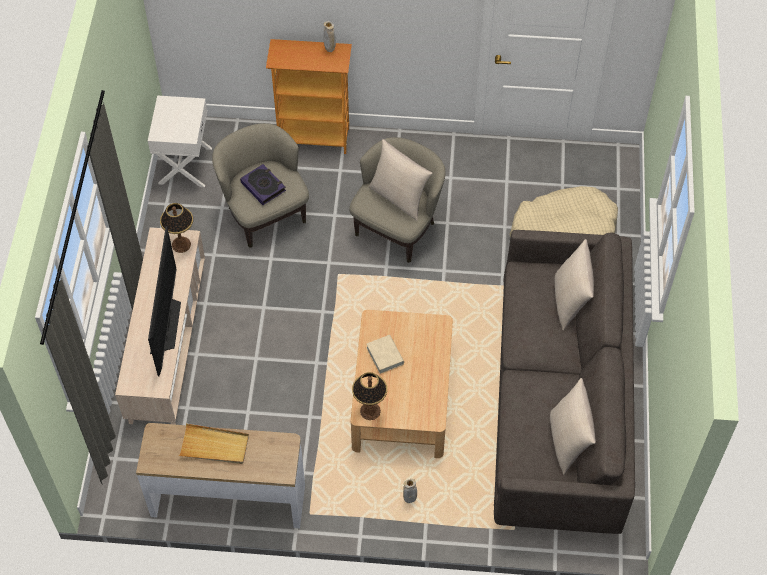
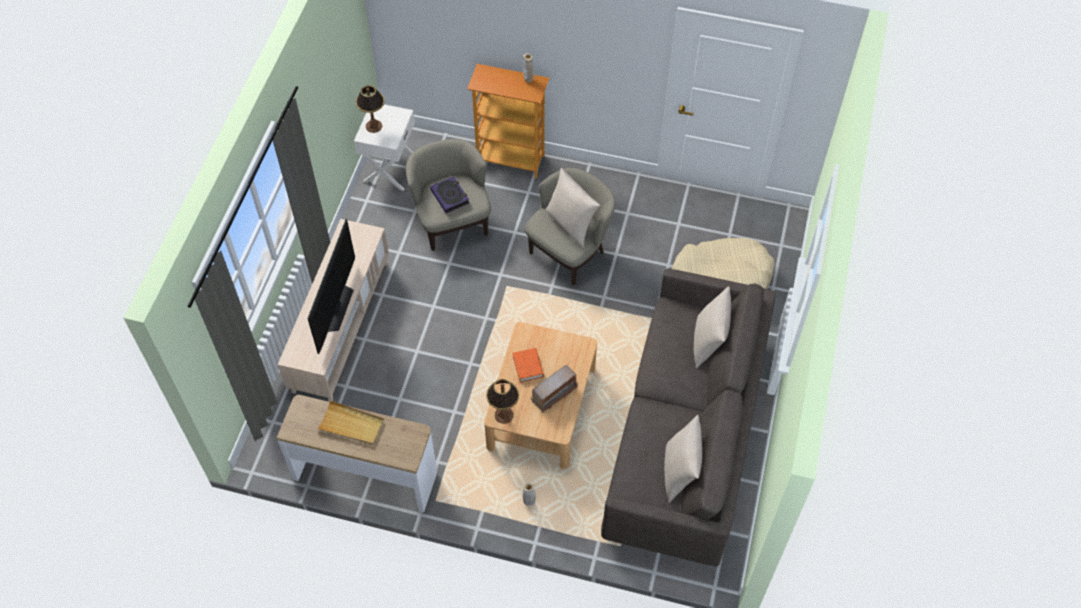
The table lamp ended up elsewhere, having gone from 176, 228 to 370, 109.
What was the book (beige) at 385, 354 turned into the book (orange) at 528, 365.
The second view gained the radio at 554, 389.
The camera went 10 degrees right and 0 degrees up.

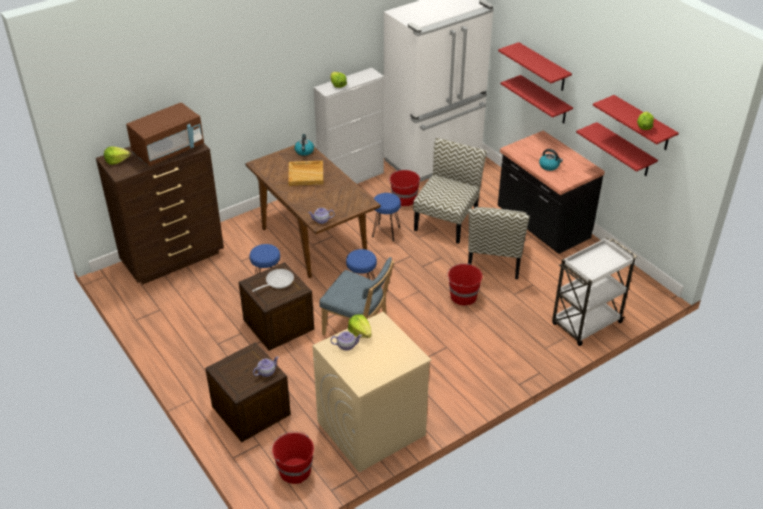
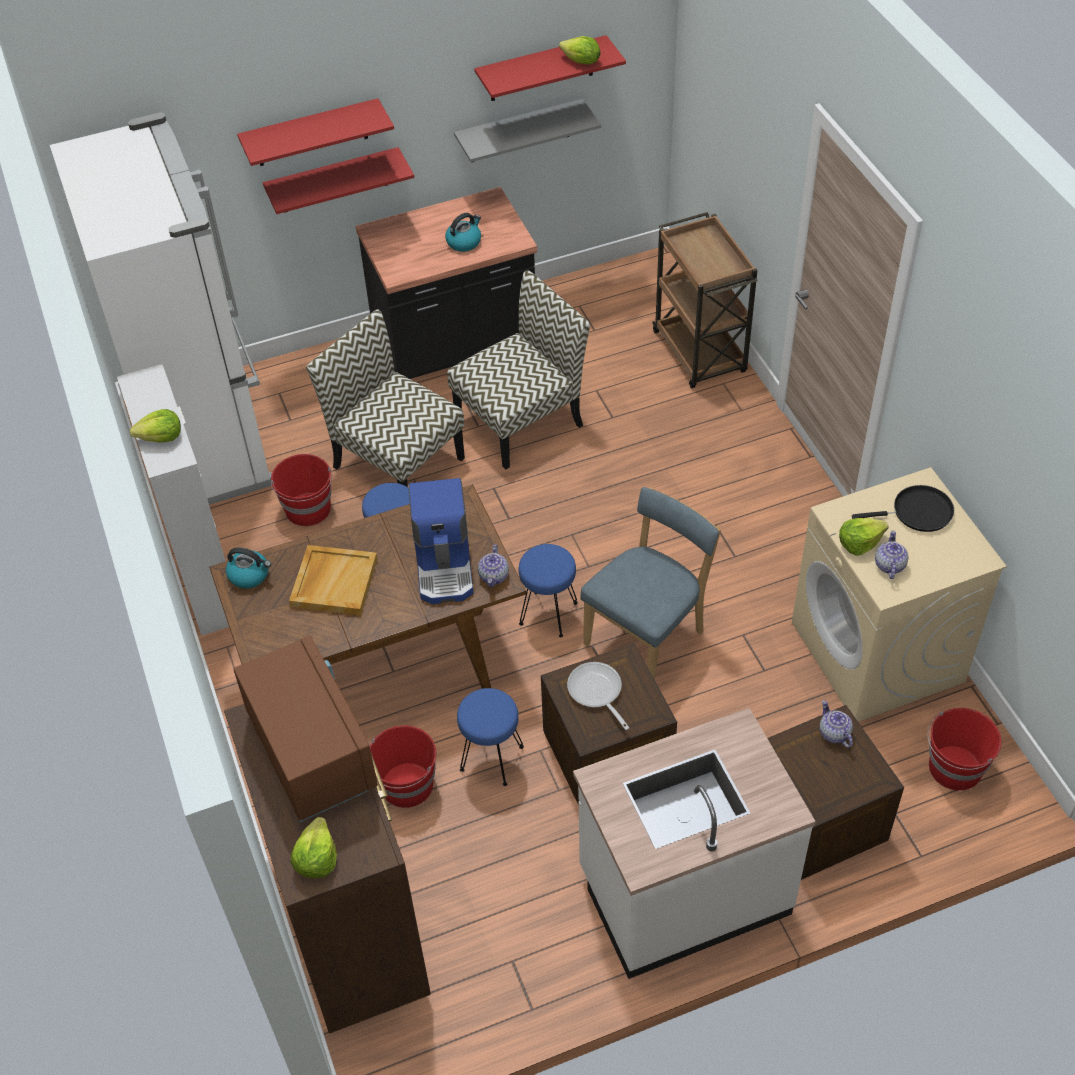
The bucket (red) ended up elsewhere, having gone from 464, 284 to 402, 766.
The chair at 498, 243 ended up facing another way, 60 degrees counterclockwise from before.
What was the cart (white) at 594, 291 turned into the cart (brown) at 704, 300.
What was the shelf (red) at 617, 149 turned into the shelf (grey) at 527, 131.
The second view gained the coffee machine at 441, 541.
The second view gained the counter (white) at 694, 843.
The second view gained the frying pan (black) at 903, 508.
The camera went 75 degrees left and 10 degrees up.

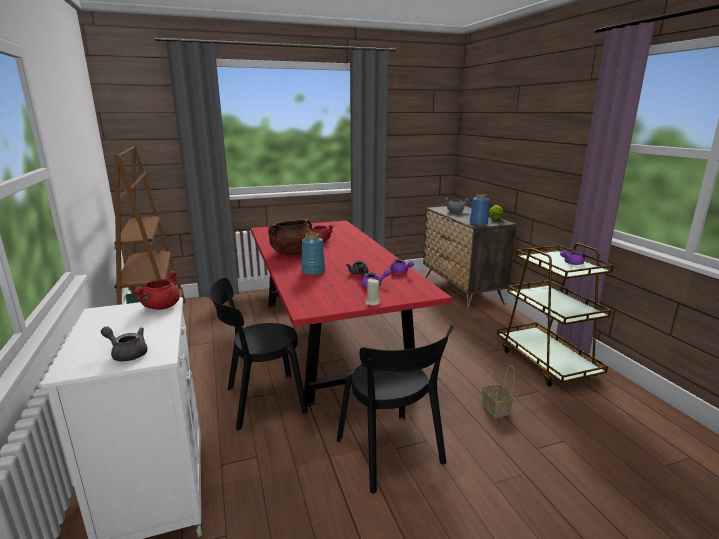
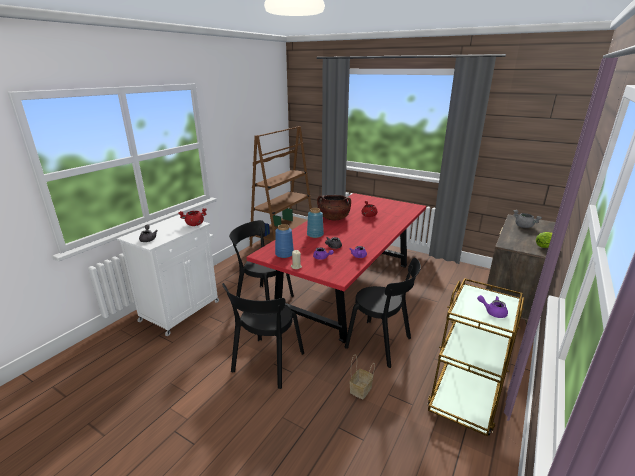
The vase (blue) ended up elsewhere, having gone from 479, 210 to 284, 241.
The second view gained the chair (black) at 383, 313.
The camera went 50 degrees right and 5 degrees up.

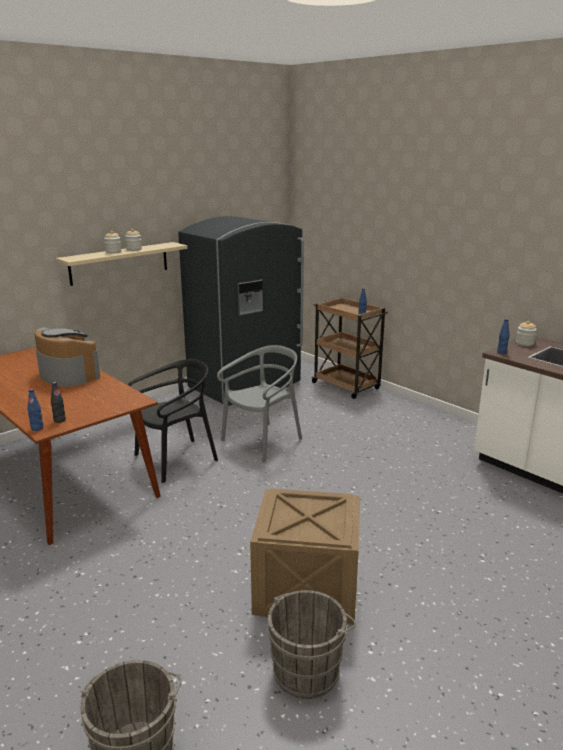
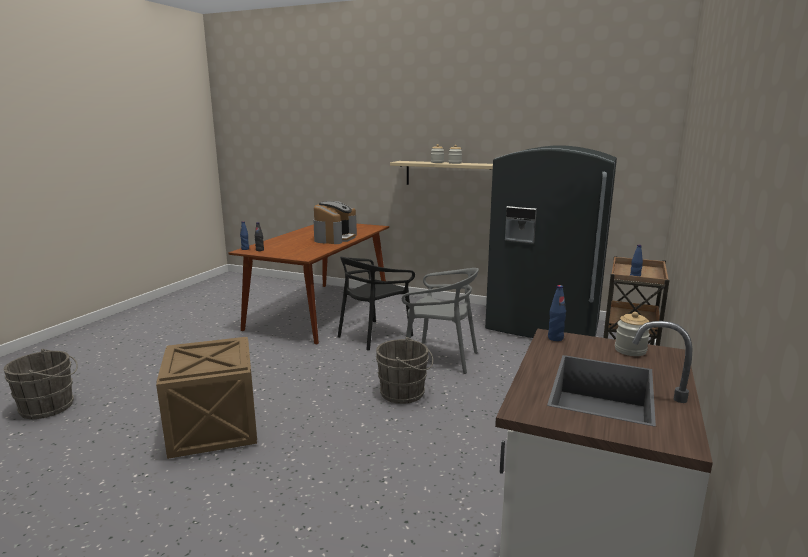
The chair (black) at 173, 421 ended up facing another way, 105 degrees clockwise from before.
The bucket (grey) ended up elsewhere, having gone from 311, 644 to 404, 370.
The camera went 65 degrees right and 5 degrees down.

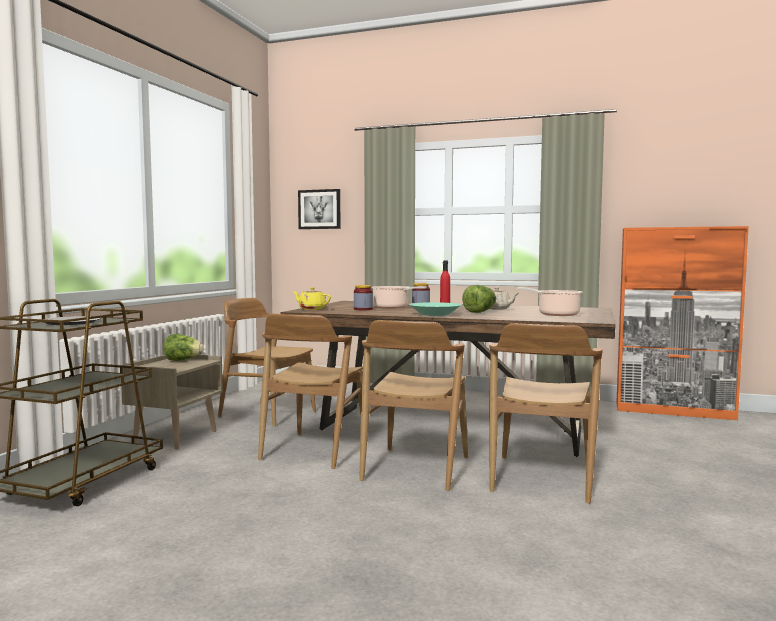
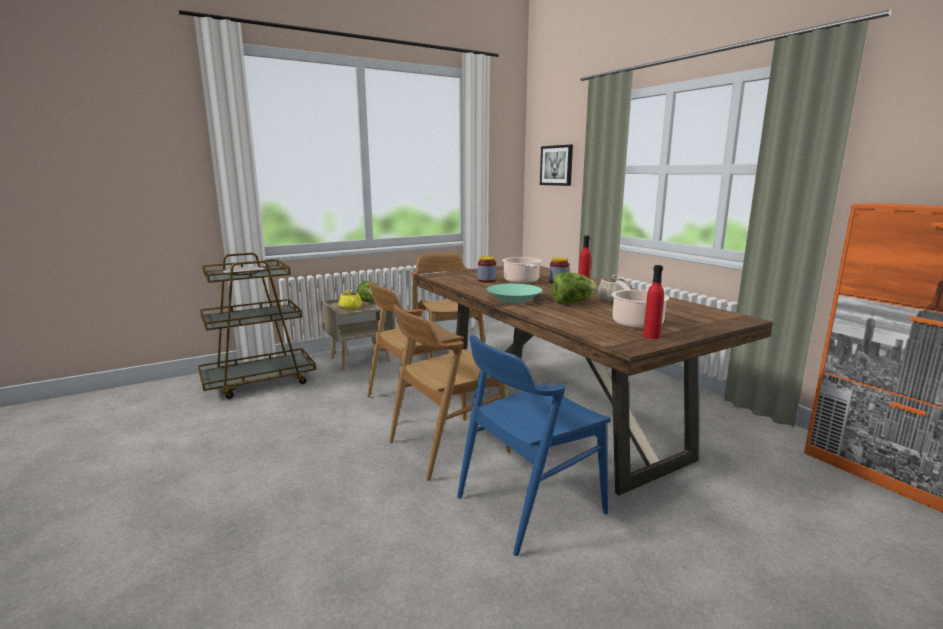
The teapot (yellow) ended up elsewhere, having gone from 311, 298 to 350, 300.
What was the chair (brown) at 546, 413 turned into the chair (blue) at 534, 445.
The second view gained the bottle (red) at 653, 302.
The camera went 40 degrees right and 10 degrees up.

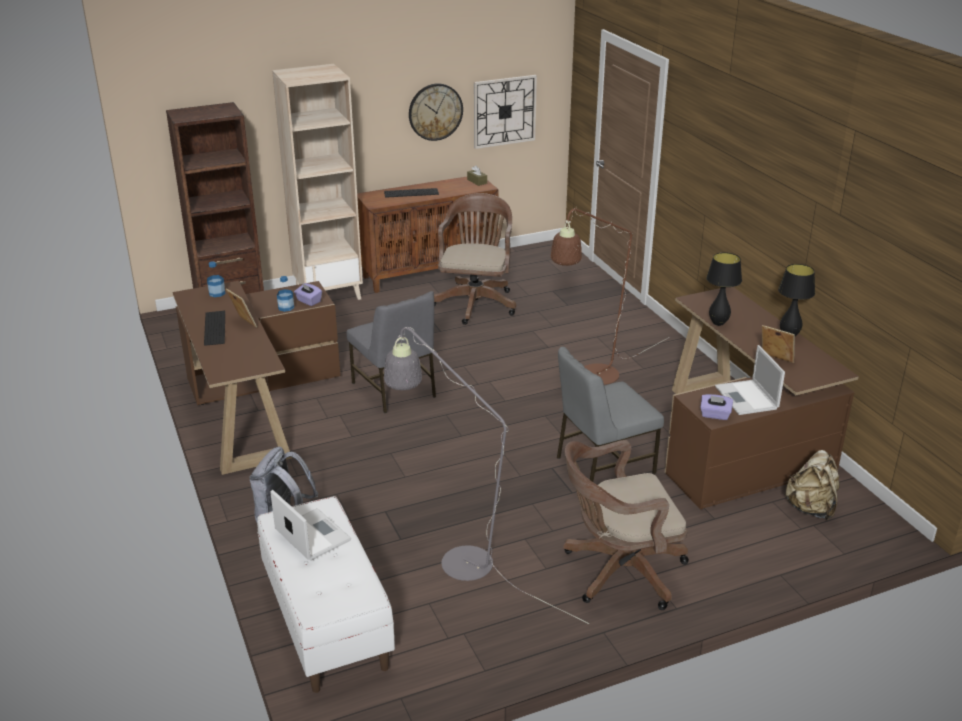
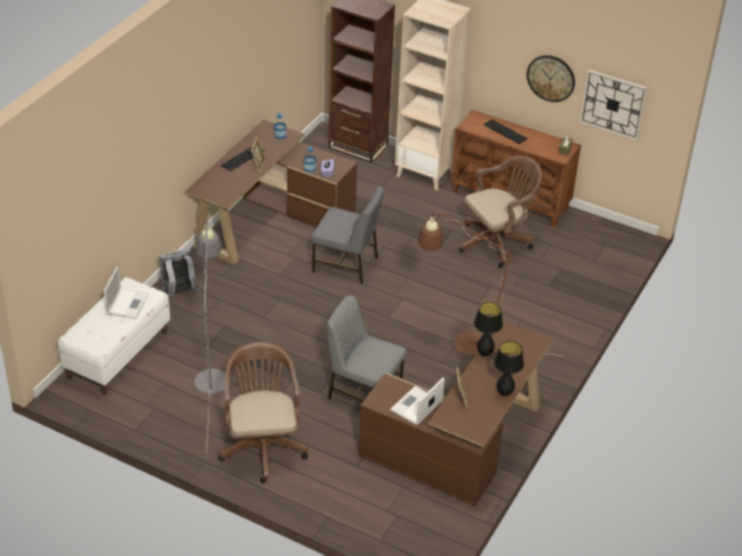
The chair (grey) at 391, 352 ended up facing another way, 90 degrees counterclockwise from before.
The office chair (brown) at 626, 525 ended up facing another way, 45 degrees clockwise from before.
The second view lost the tissue box (purple) at 716, 407.
The second view lost the backpack (beige) at 812, 485.
The camera went 50 degrees right and 10 degrees up.

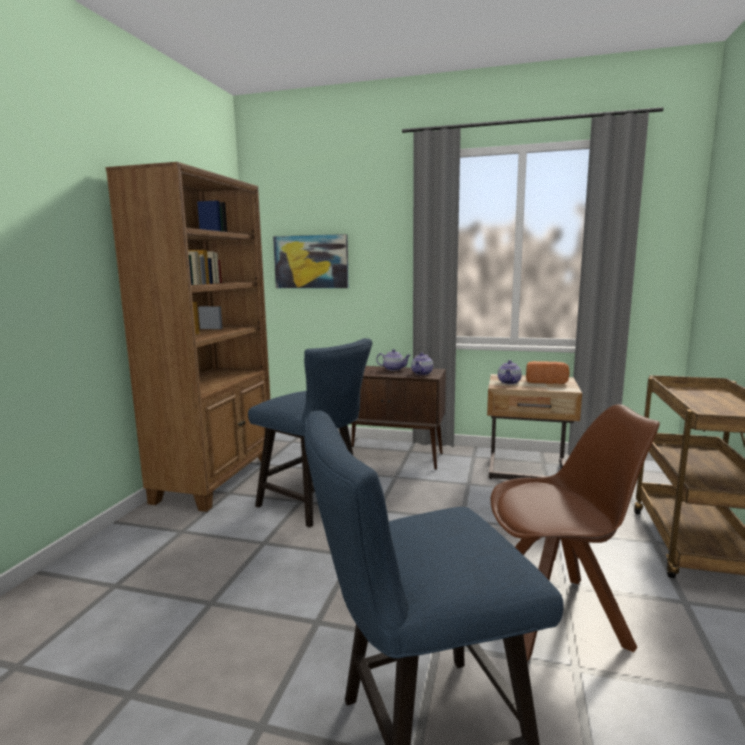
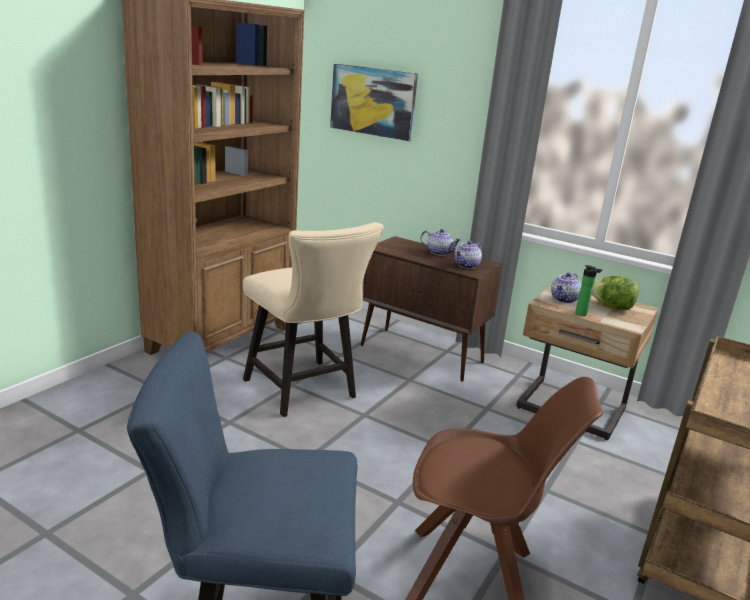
What was the chair (blue) at 310, 432 turned into the chair (beige) at 313, 319.
Where the bread stood at 547, 372, the lettuce came to stand at 615, 292.
The second view gained the bottle at 589, 290.
The camera went 15 degrees right and 10 degrees up.

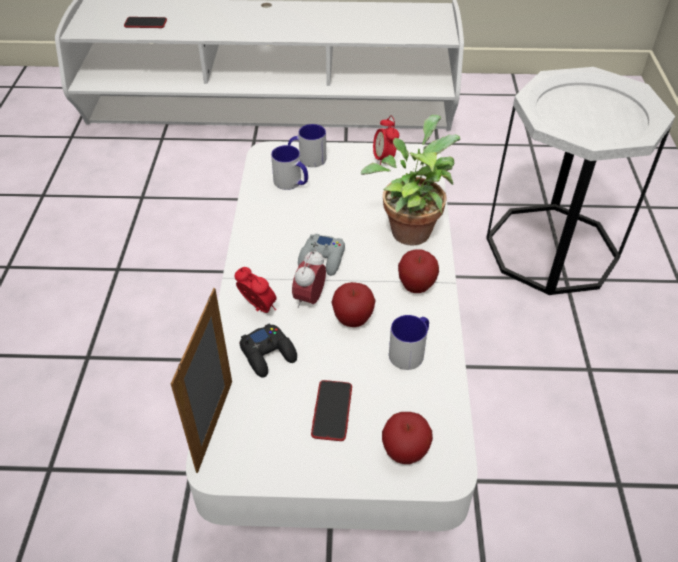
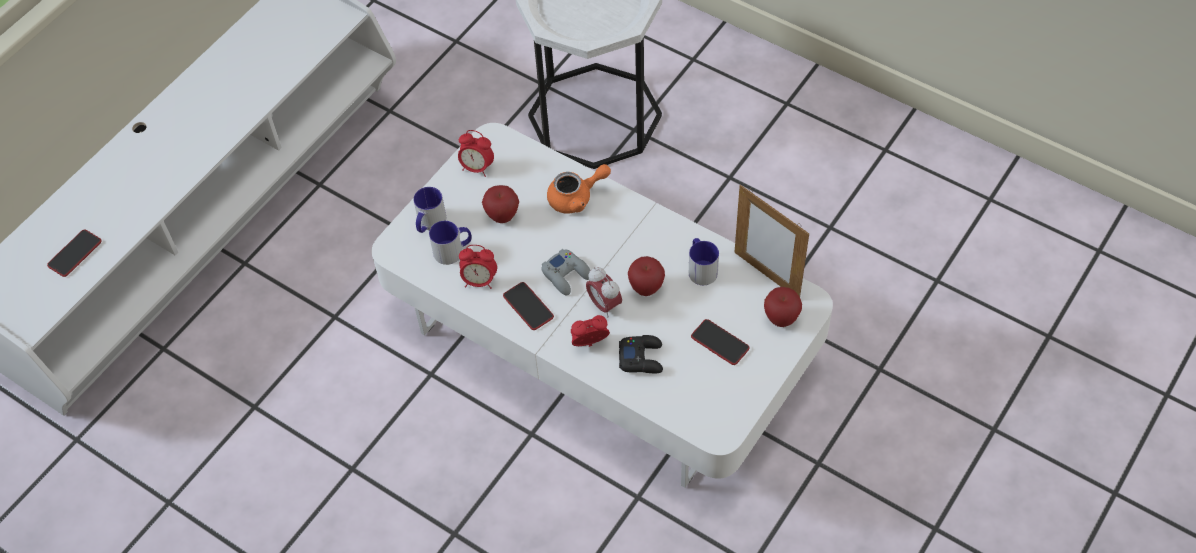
The picture frame ended up elsewhere, having gone from 201, 380 to 771, 241.
Where the potted plant stood at 410, 180, the teapot (orange) came to stand at 579, 189.
The apple ended up elsewhere, having gone from 418, 271 to 500, 204.
The second view gained the alarm clock at 478, 267.
The second view gained the phone at 528, 306.
The camera went 55 degrees left and 10 degrees up.

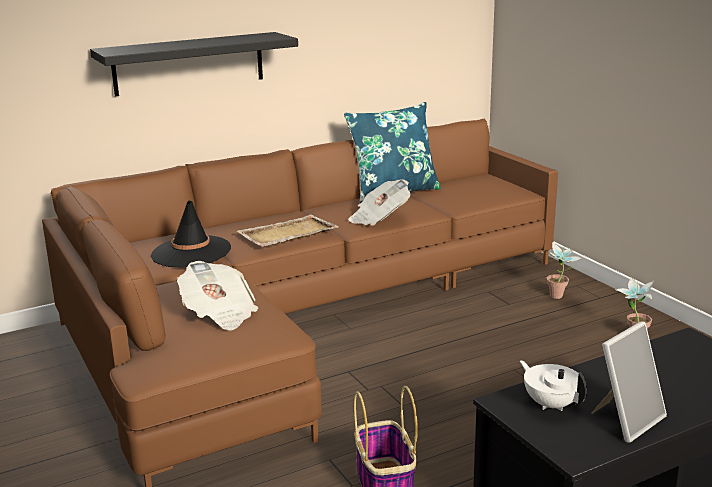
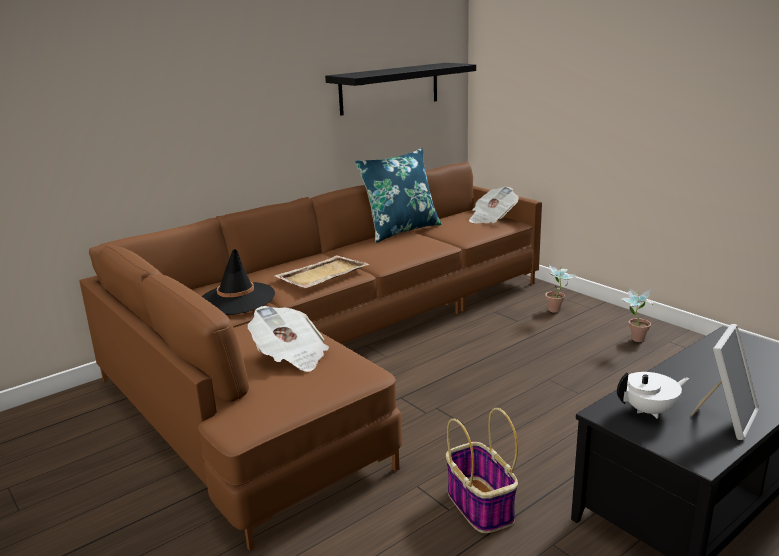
The shelf (black) ended up elsewhere, having gone from 194, 64 to 400, 89.
The newspaper ended up elsewhere, having gone from 379, 202 to 494, 205.
The teapot (white) at 553, 385 ended up facing another way, 120 degrees clockwise from before.
The camera went 10 degrees left and 0 degrees up.

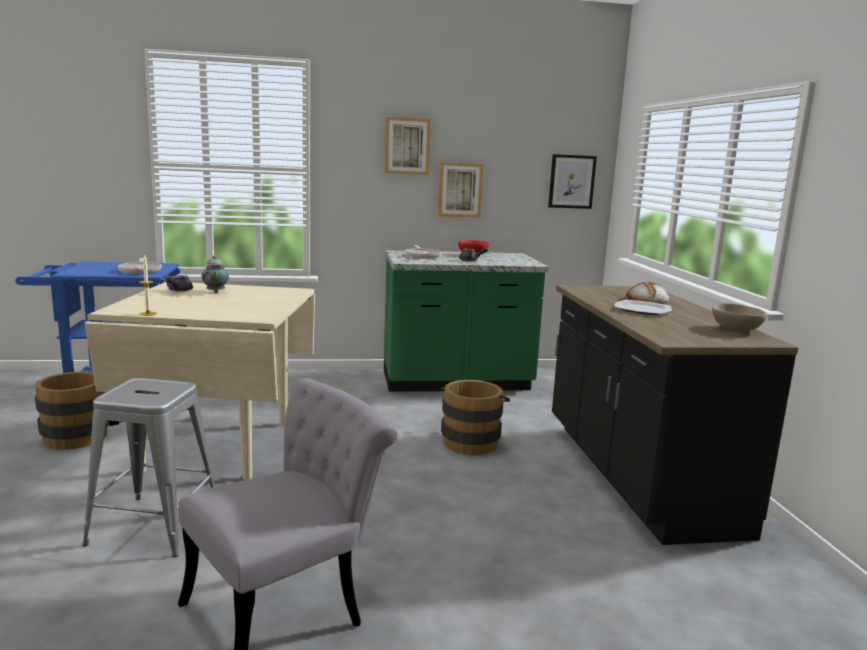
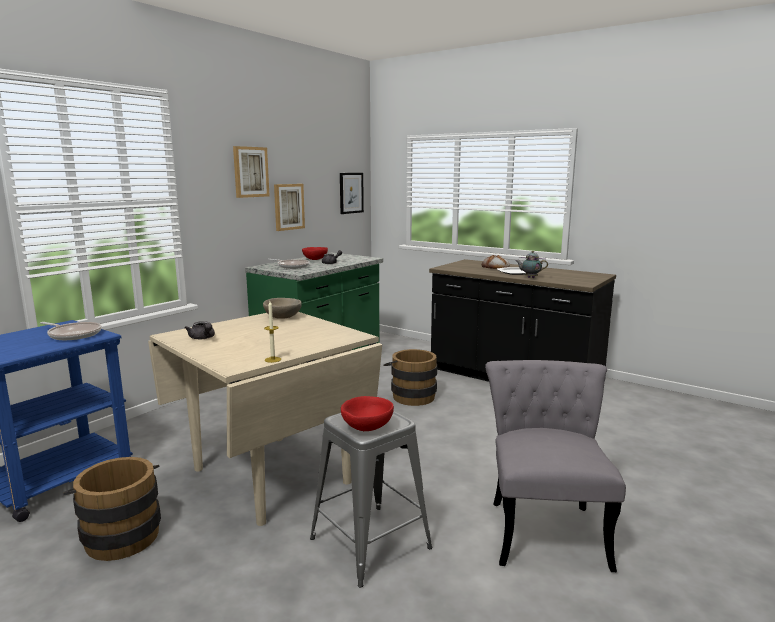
The teapot ended up elsewhere, having gone from 215, 274 to 532, 264.
The bowl (beige) ended up elsewhere, having gone from 739, 317 to 282, 308.
The second view gained the bowl (red) at 367, 413.
The camera went 45 degrees left and 0 degrees up.

